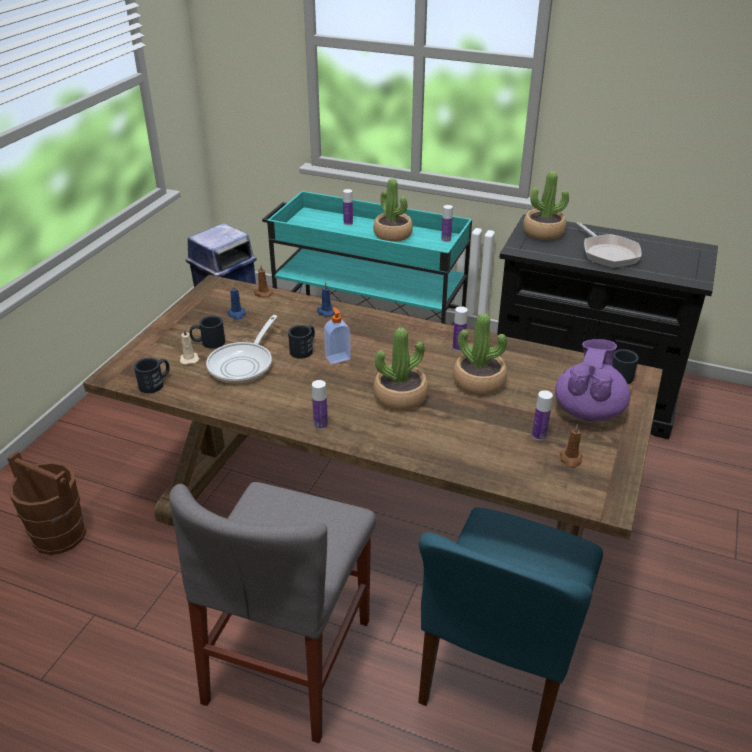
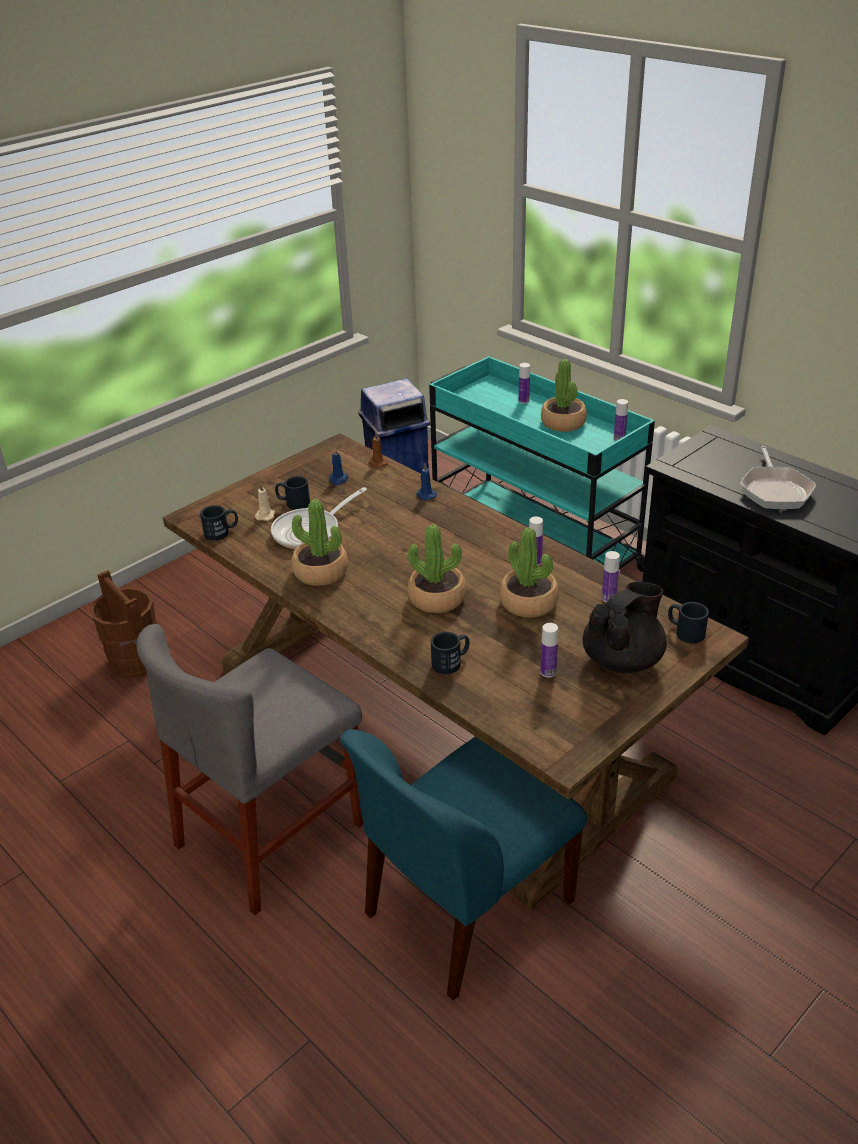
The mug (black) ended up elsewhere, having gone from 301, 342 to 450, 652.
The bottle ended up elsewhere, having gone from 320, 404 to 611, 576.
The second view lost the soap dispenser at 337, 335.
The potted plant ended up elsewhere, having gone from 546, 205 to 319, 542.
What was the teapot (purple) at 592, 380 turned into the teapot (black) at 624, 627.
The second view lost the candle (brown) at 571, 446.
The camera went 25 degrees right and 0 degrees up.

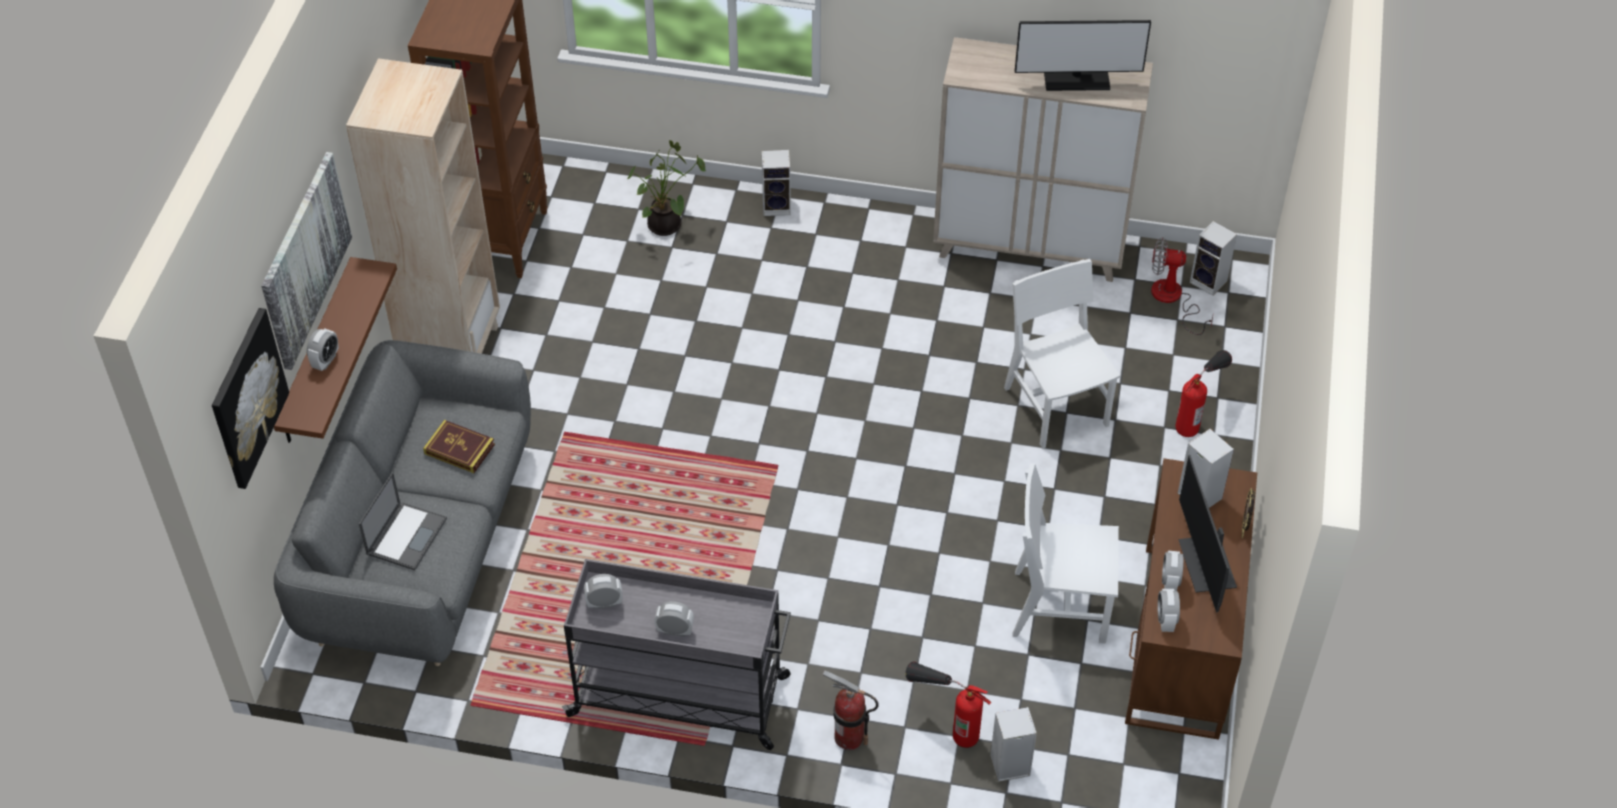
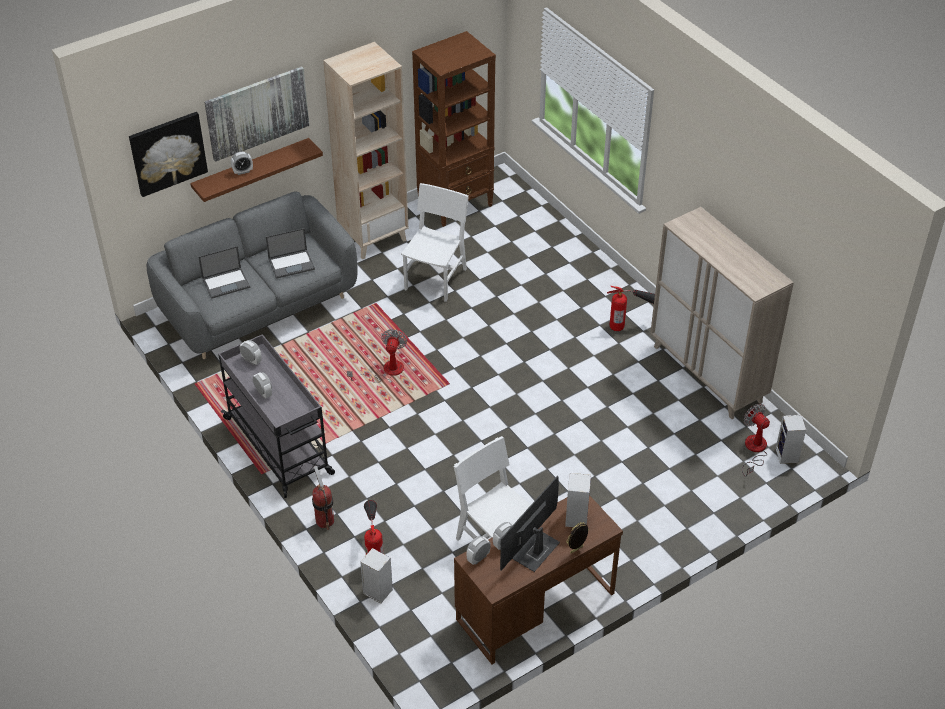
Where the book stood at 459, 446, the laptop came to stand at 290, 253.
The second view lost the potted plant at 667, 188.
The second view lost the speaker at 776, 183.
The chair (white) ended up elsewhere, having gone from 1062, 354 to 435, 242.
The second view lost the monitor at 1083, 55.
The fire extinguisher ended up elsewhere, having gone from 1204, 393 to 631, 308.
The second view gained the fan at 377, 356.
The camera went 45 degrees right and 5 degrees down.

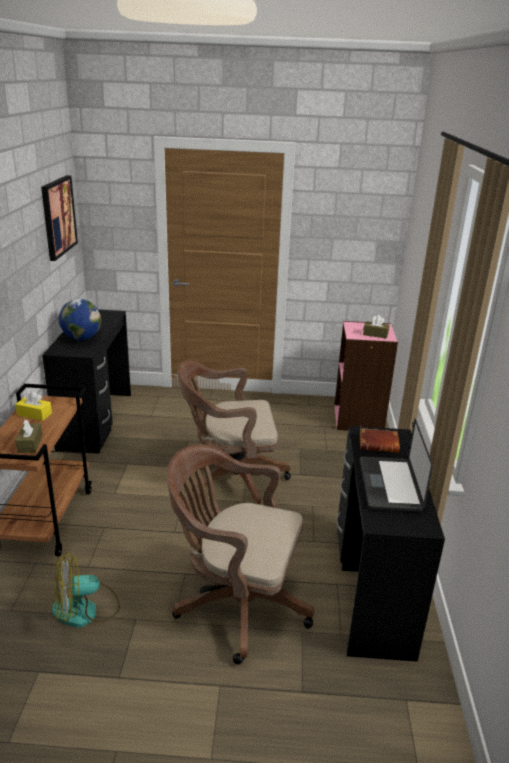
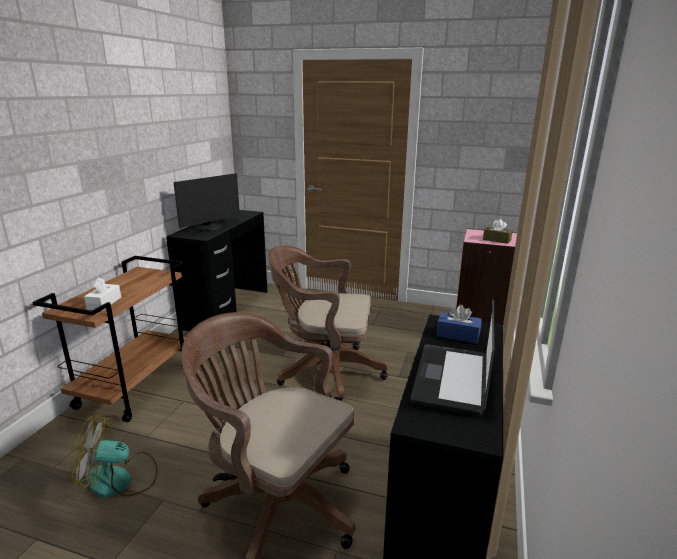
The second view lost the tissue box (yellow) at 33, 406.
What was the tissue box (brown) at 28, 436 turned into the tissue box (white) at 102, 294.
The second view lost the picture at 59, 218.
Where the globe stood at 80, 319, the monitor came to stand at 206, 202.
Where the book (brown) stood at 380, 440, the tissue box (blue) came to stand at 459, 324.
The camera went 15 degrees right and 5 degrees down.

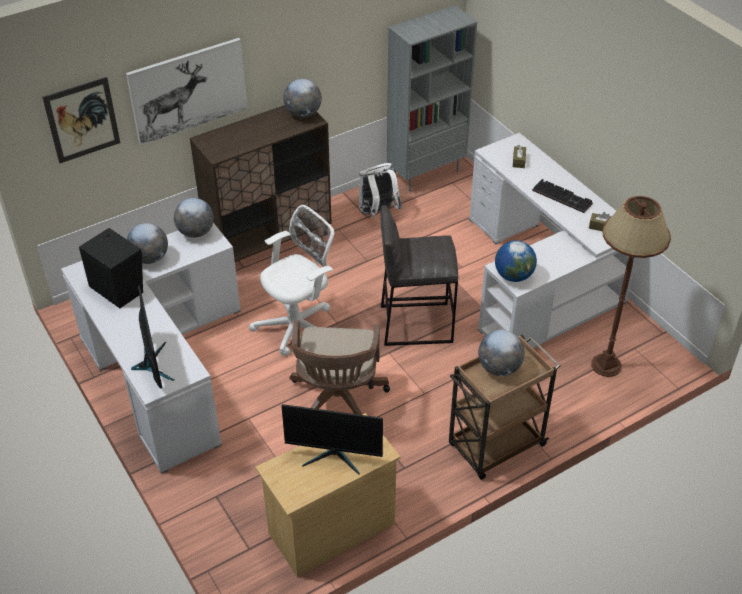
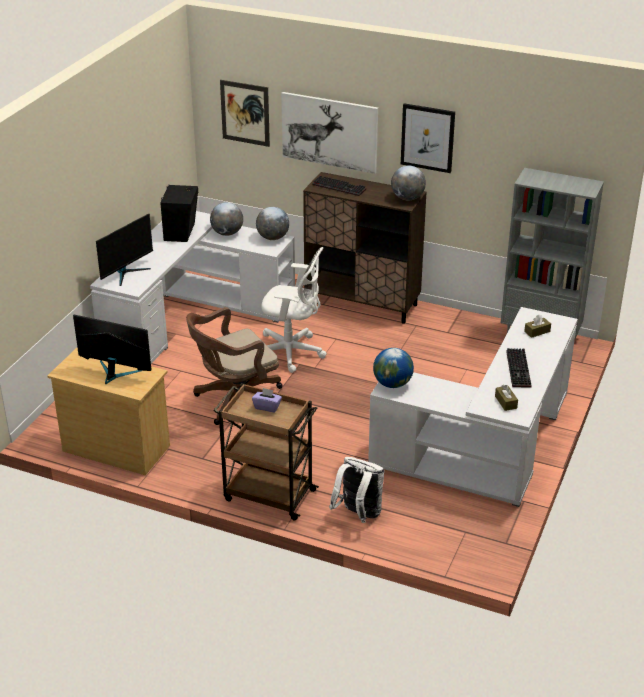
The monitor at 332, 439 ended up facing another way, 135 degrees clockwise from before.
The backpack (white) ended up elsewhere, having gone from 380, 190 to 356, 490.
The second view lost the stool (grey) at 419, 275.
Where the globe stood at 501, 353, the tissue box (purple) came to stand at 267, 400.
The second view lost the floor lamp (brown) at 631, 286.
The second view gained the keyboard at 339, 185.
The second view gained the picture at 428, 138.
The camera went 55 degrees right and 10 degrees down.

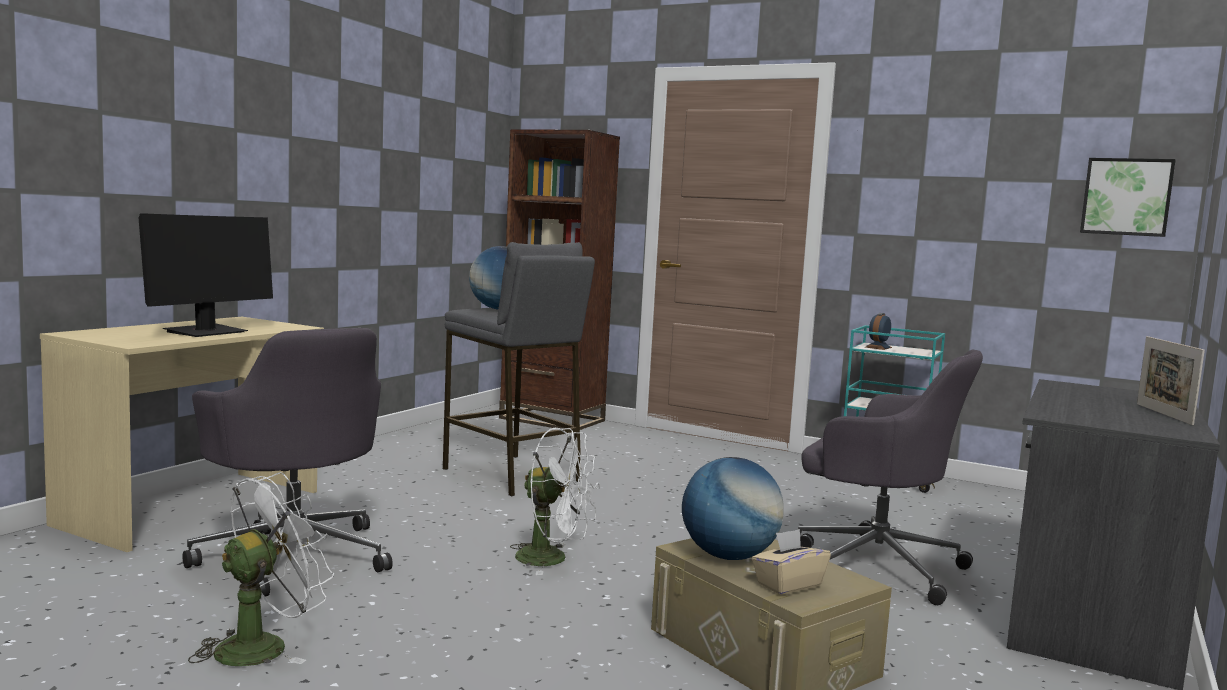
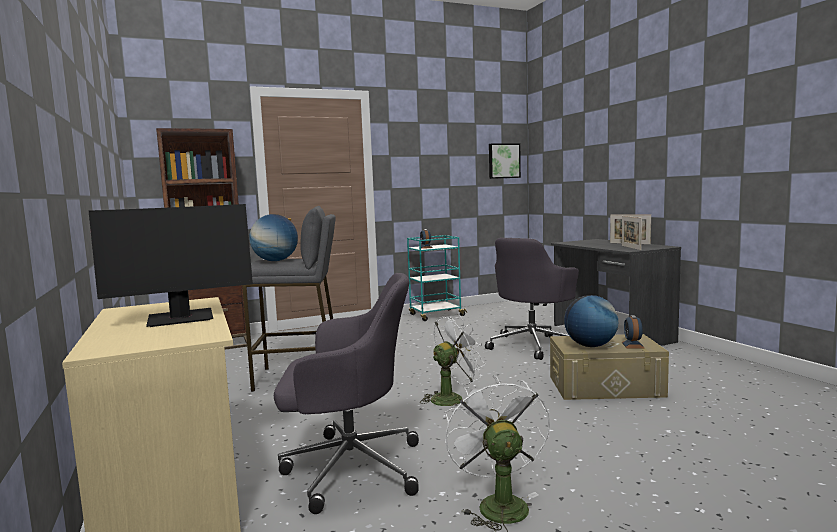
The monitor at 206, 275 ended up facing another way, 90 degrees clockwise from before.
Where the tissue box (beige) stood at 791, 562, the alarm clock came to stand at 633, 331.
The office chair (grey) at 890, 477 ended up facing another way, 150 degrees clockwise from before.
The second view gained the picture frame at 632, 233.
The camera went 50 degrees left and 0 degrees up.

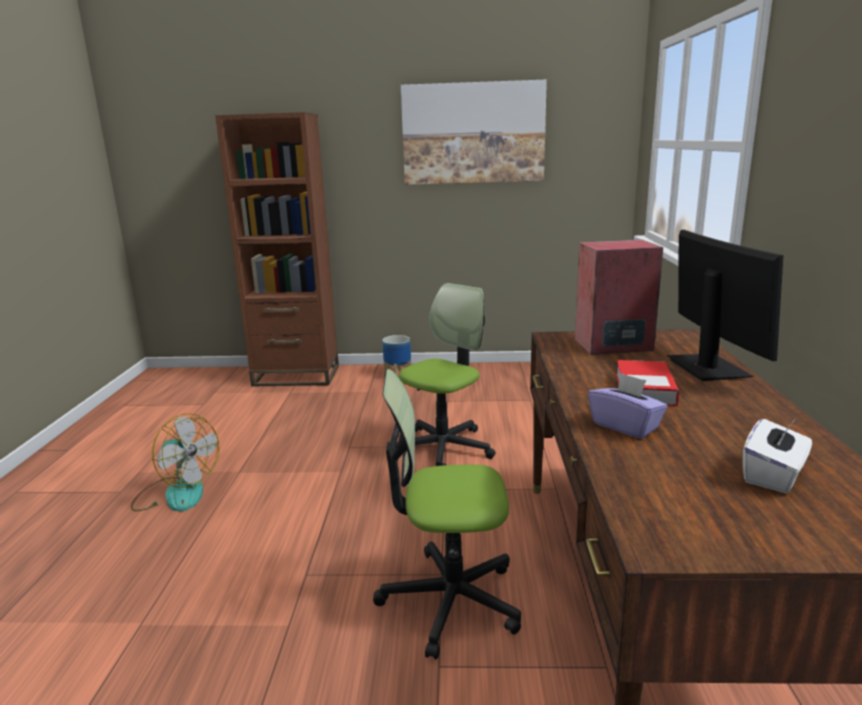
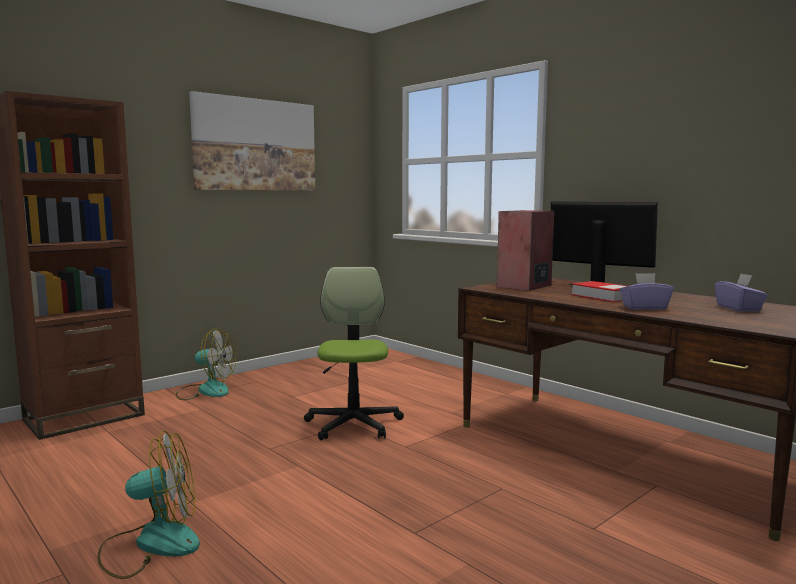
The second view lost the office chair at 447, 514.
Where the planter stood at 396, 355, the fan came to stand at 206, 364.
What was the tissue box (white) at 777, 455 turned into the tissue box (purple) at 741, 292.
The camera went 45 degrees left and 10 degrees down.

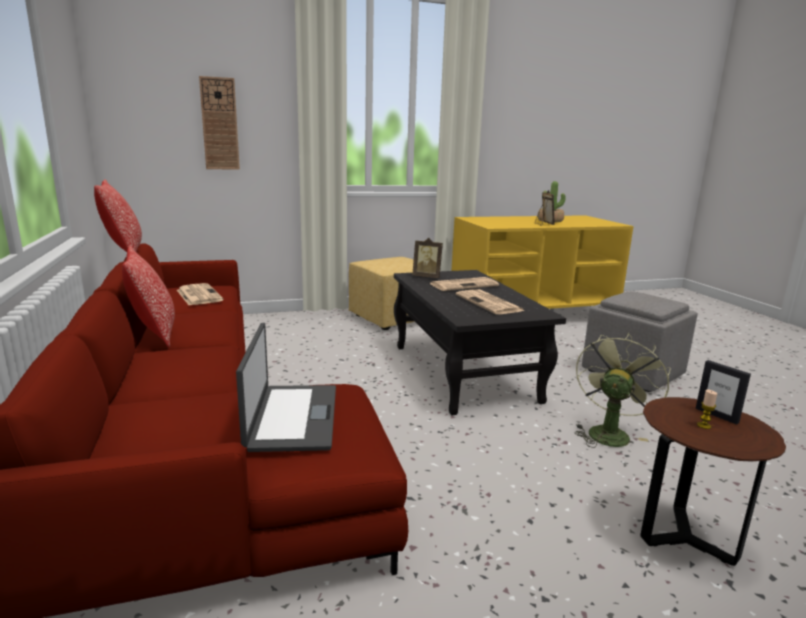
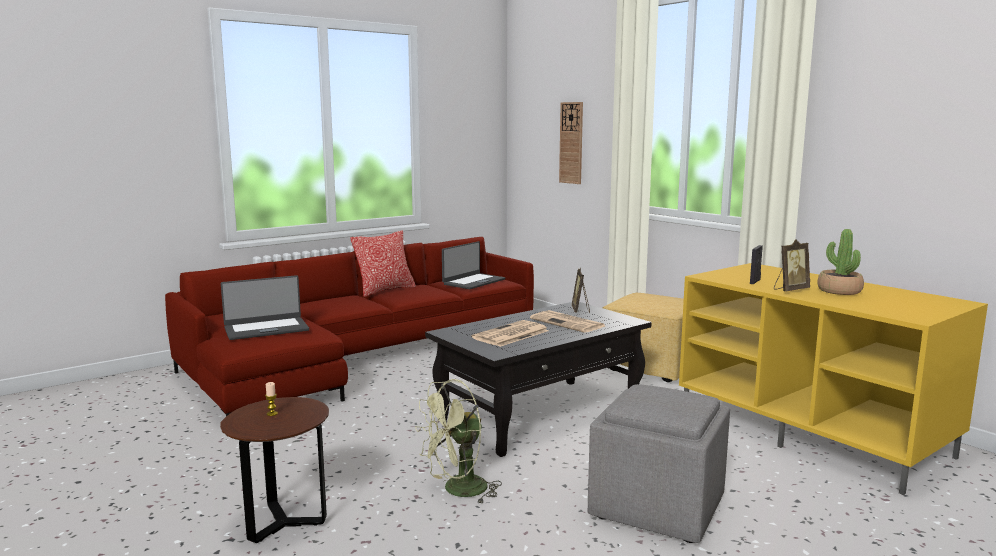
The second view lost the pillow at 118, 215.
Where the newspaper stood at 200, 294, the laptop came to stand at 473, 265.
The fan (green) at 623, 390 ended up facing another way, 135 degrees clockwise from before.
The picture frame ended up elsewhere, having gone from 723, 392 to 756, 264.
The camera went 70 degrees right and 5 degrees down.

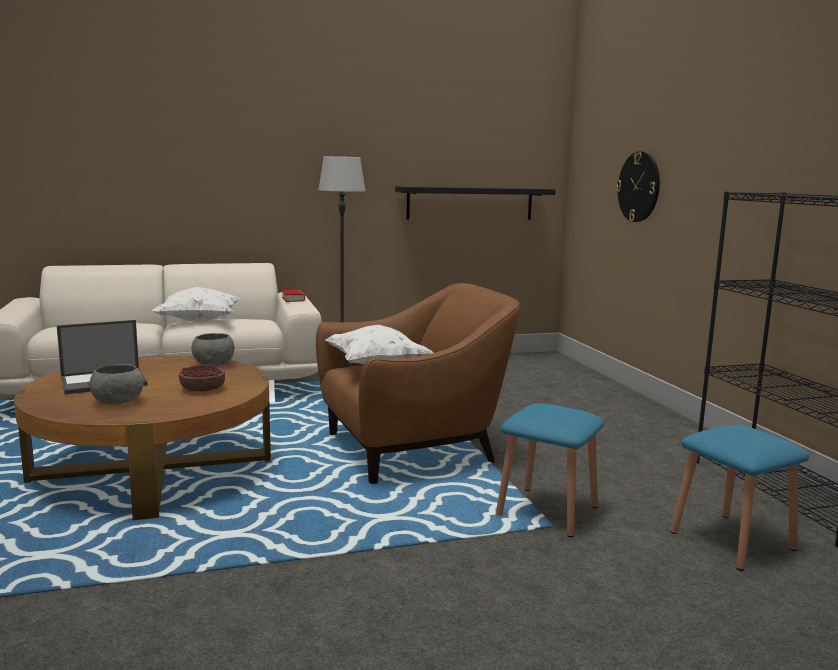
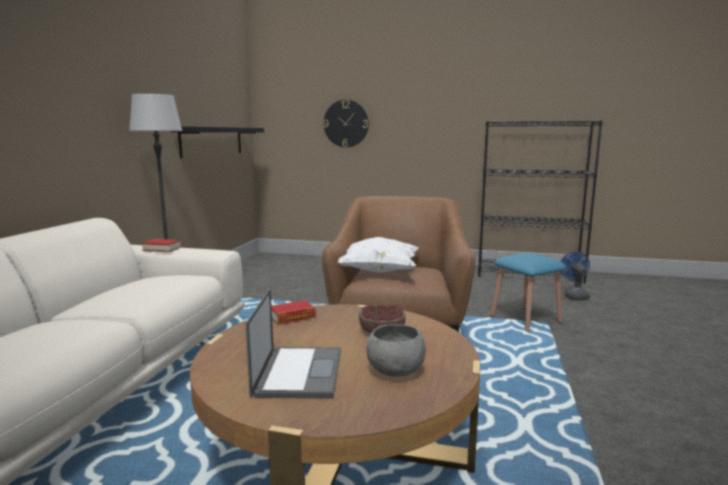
The second view lost the pillow (white) at 196, 304.
Where the bowl (grey) stood at 213, 349, the book came to stand at 294, 312.
Where the stool (blue) stood at 740, 498, the fan (blue) came to stand at 575, 276.
The camera went 60 degrees left and 0 degrees up.

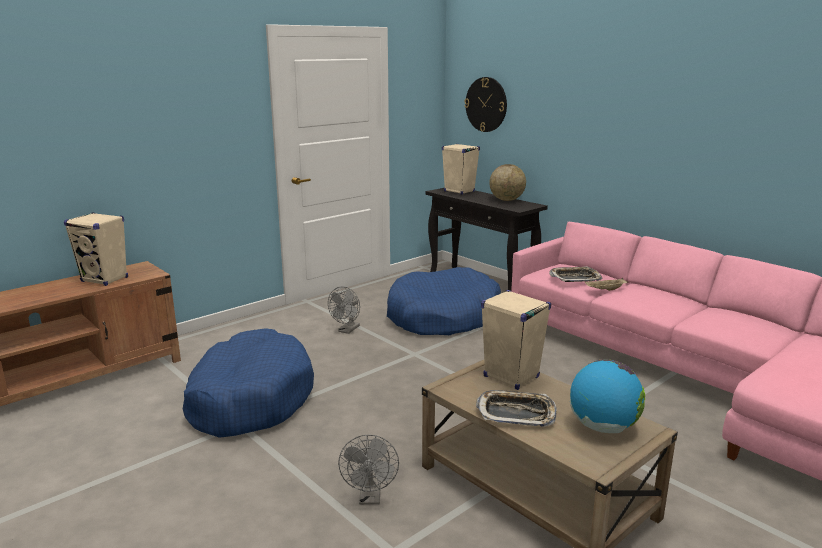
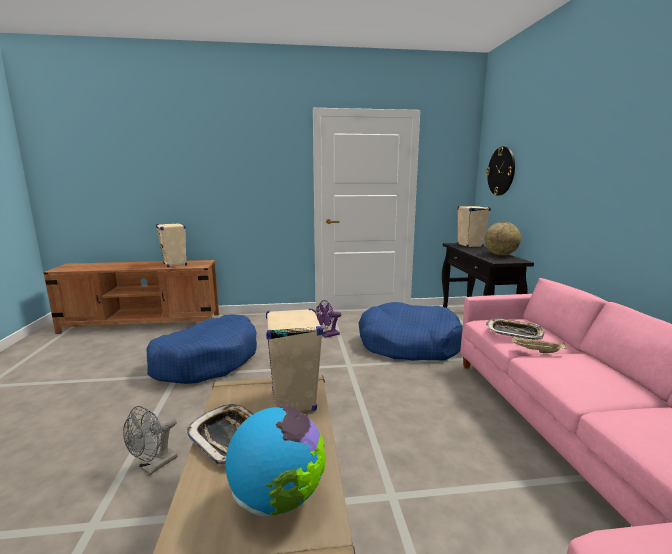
What was the fan (grey) at 344, 310 turned into the fan (purple) at 328, 319.
The camera went 35 degrees right and 5 degrees down.

